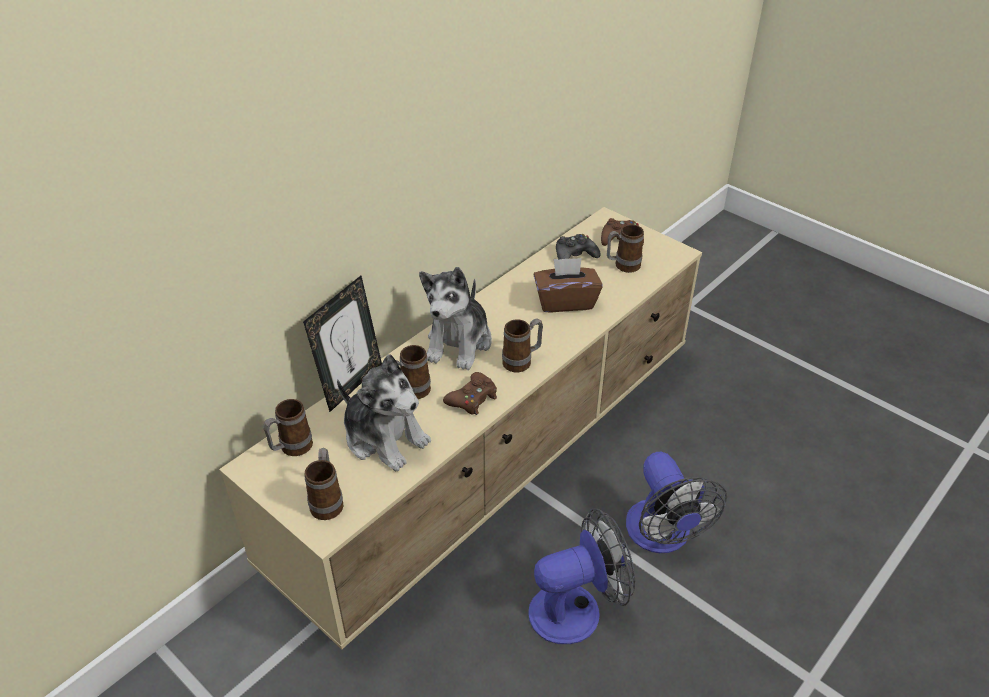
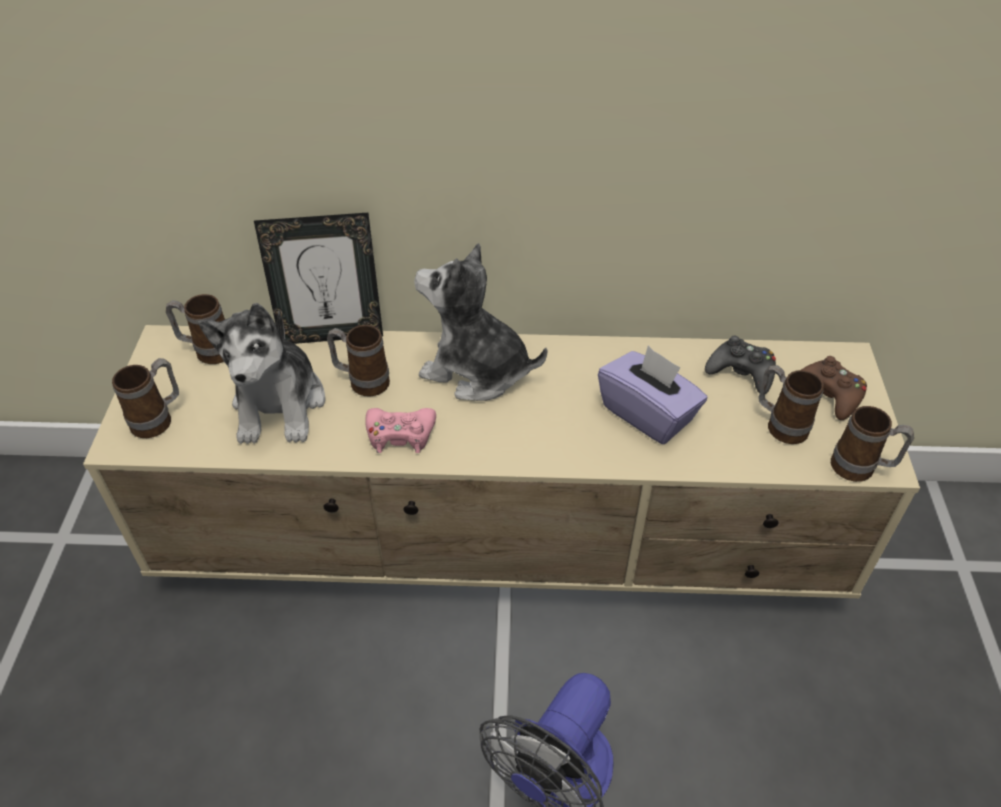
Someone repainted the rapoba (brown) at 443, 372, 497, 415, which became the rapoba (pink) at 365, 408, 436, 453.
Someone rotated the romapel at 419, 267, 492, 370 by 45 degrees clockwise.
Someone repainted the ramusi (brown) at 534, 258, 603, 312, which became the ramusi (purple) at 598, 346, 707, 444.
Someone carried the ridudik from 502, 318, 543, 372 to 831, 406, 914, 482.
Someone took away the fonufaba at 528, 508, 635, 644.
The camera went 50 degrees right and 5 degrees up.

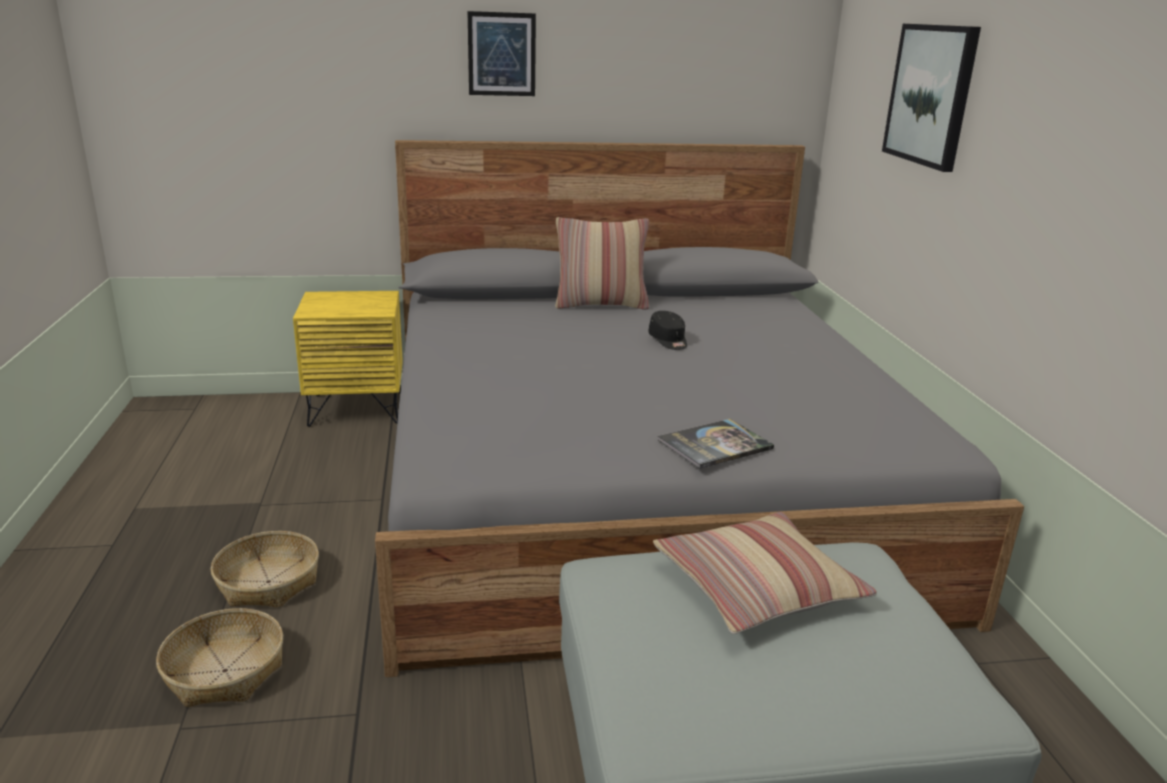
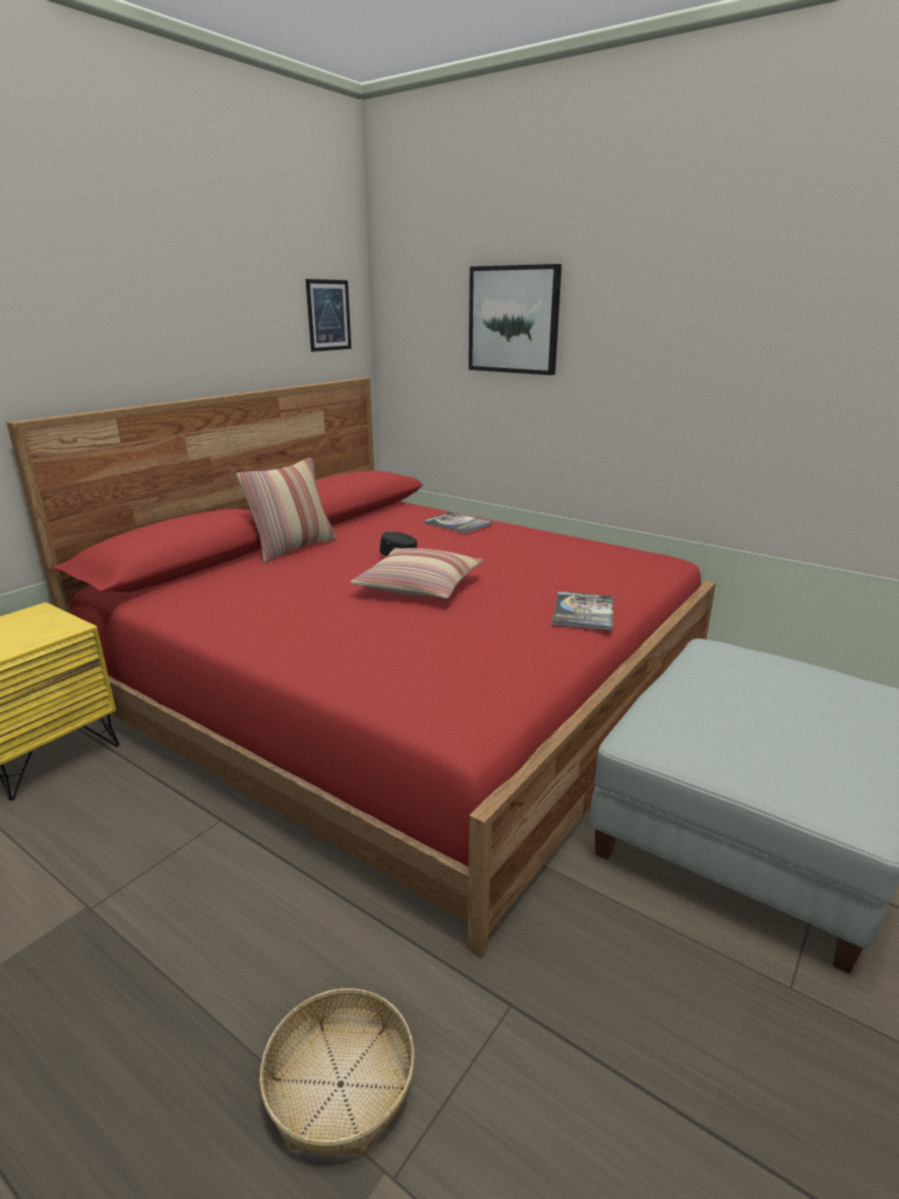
Someone repainted the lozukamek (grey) at 375, 140, 1024, 677, which became the lozukamek (red) at 6, 378, 716, 958.
Someone carried the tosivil from 467, 11, 536, 96 to 306, 279, 351, 352.
Someone carried the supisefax from 653, 512, 877, 634 to 350, 548, 483, 599.
Someone put down the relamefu at 424, 512, 493, 534.
Someone took away the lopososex at 211, 531, 319, 608.
The camera went 45 degrees left and 0 degrees up.

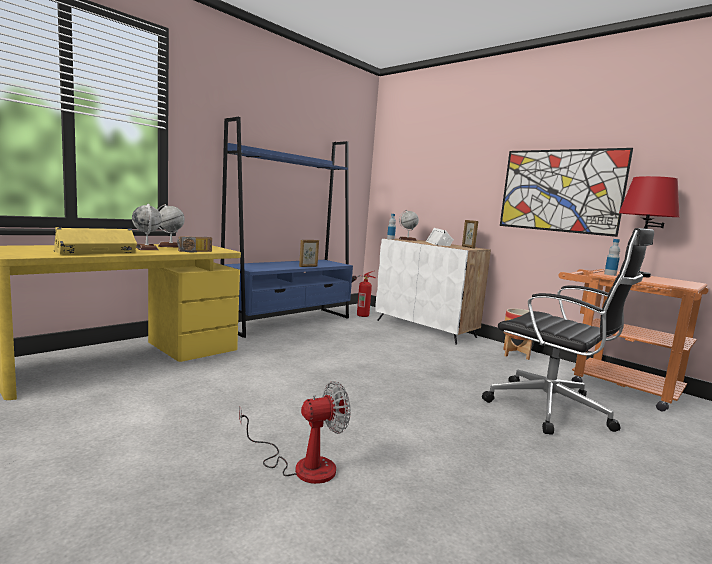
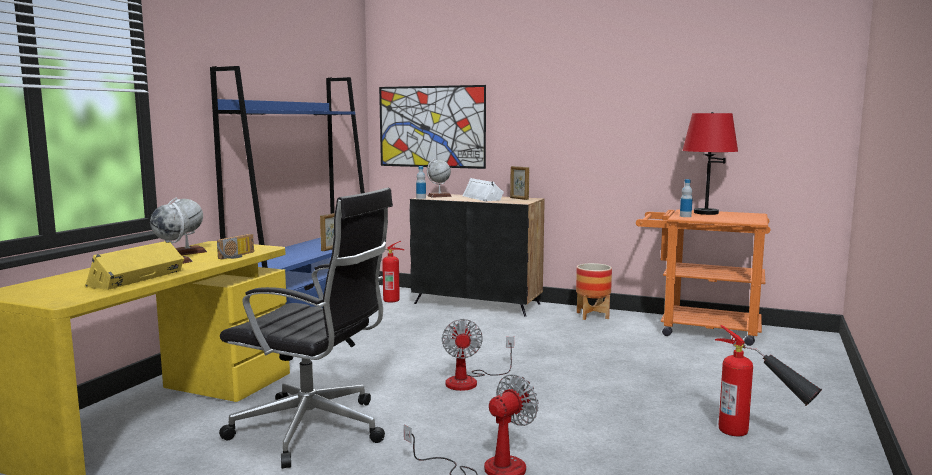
Someone carried the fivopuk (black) from 482, 228, 654, 435 to 219, 188, 393, 469.
Someone carried the tosivil from 500, 148, 633, 237 to 379, 85, 486, 169.
Someone repainted the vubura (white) at 376, 239, 491, 345, which became the vubura (black) at 410, 194, 545, 317.
Someone put down the fonufaba at 442, 319, 514, 391.
Someone put down the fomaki at 715, 325, 822, 436.
The camera went 20 degrees left and 0 degrees up.

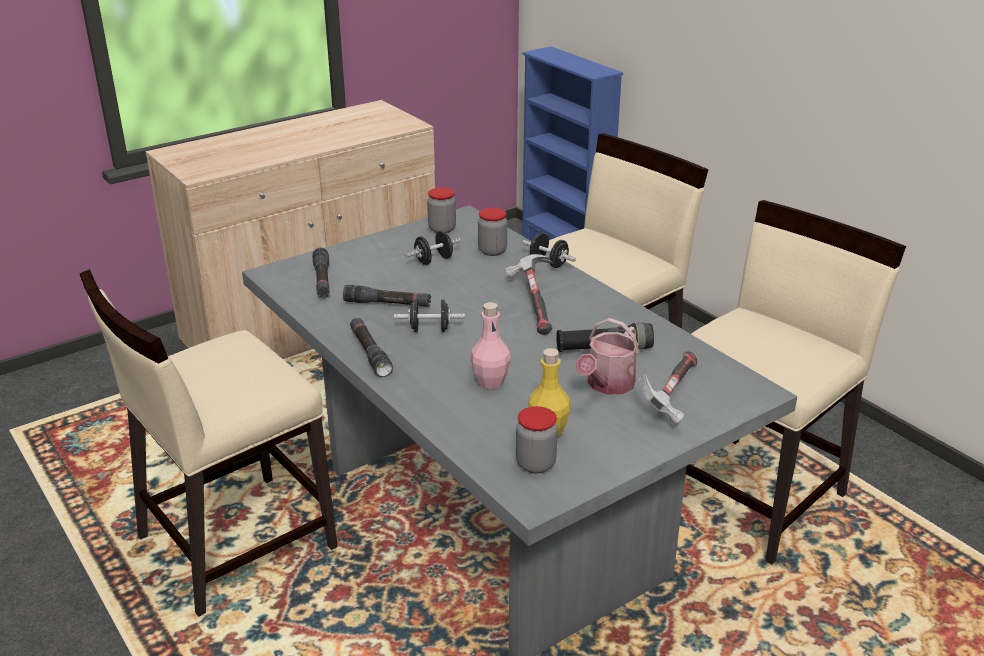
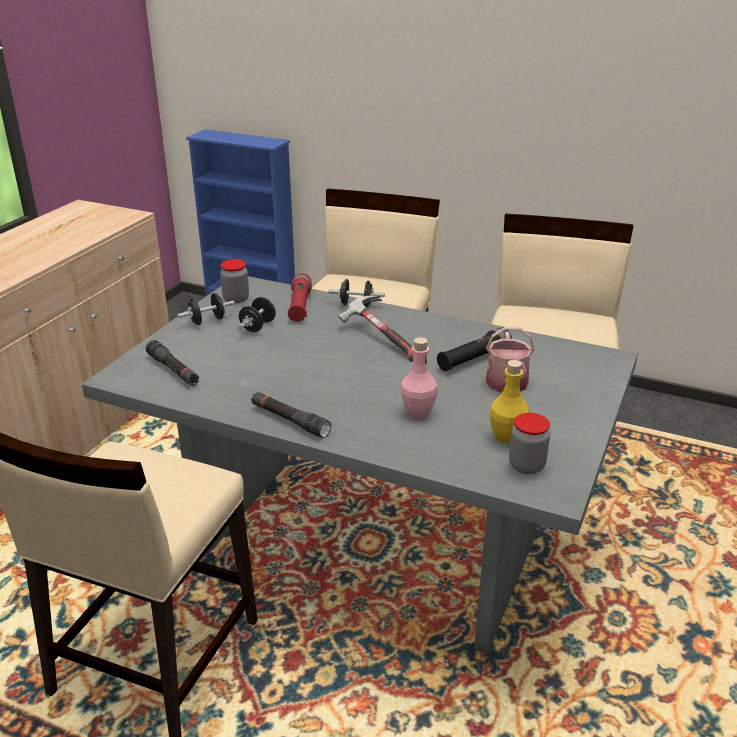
Someone carried the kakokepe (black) from 394, 300, 465, 332 to 177, 293, 235, 325.
Someone swapped the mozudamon at 478, 208, 507, 256 for the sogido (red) at 288, 273, 312, 322.
Someone took away the sogido (black) at 343, 285, 431, 307.
Someone took away the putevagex at 638, 351, 697, 425.
The camera went 30 degrees left and 0 degrees up.

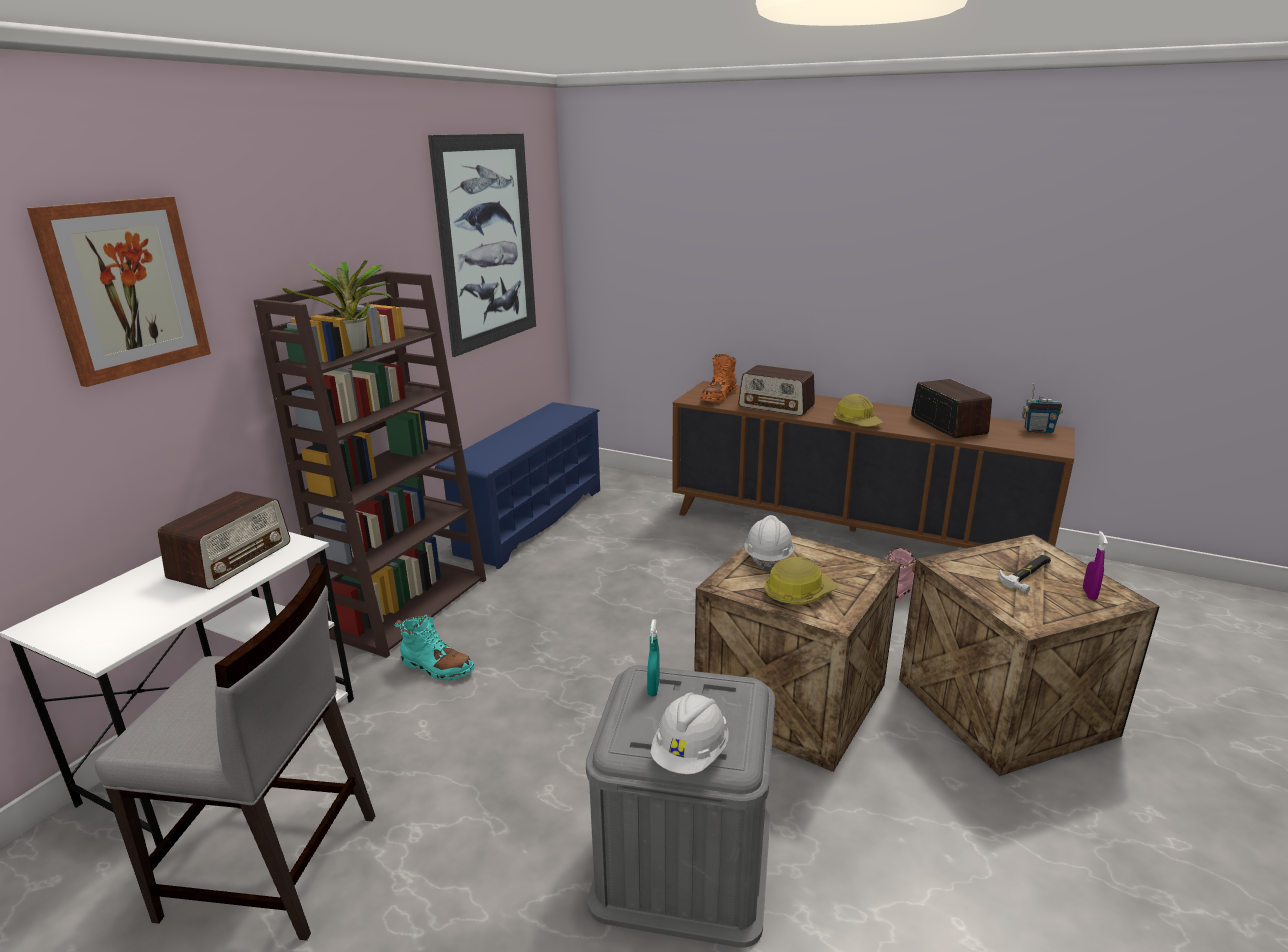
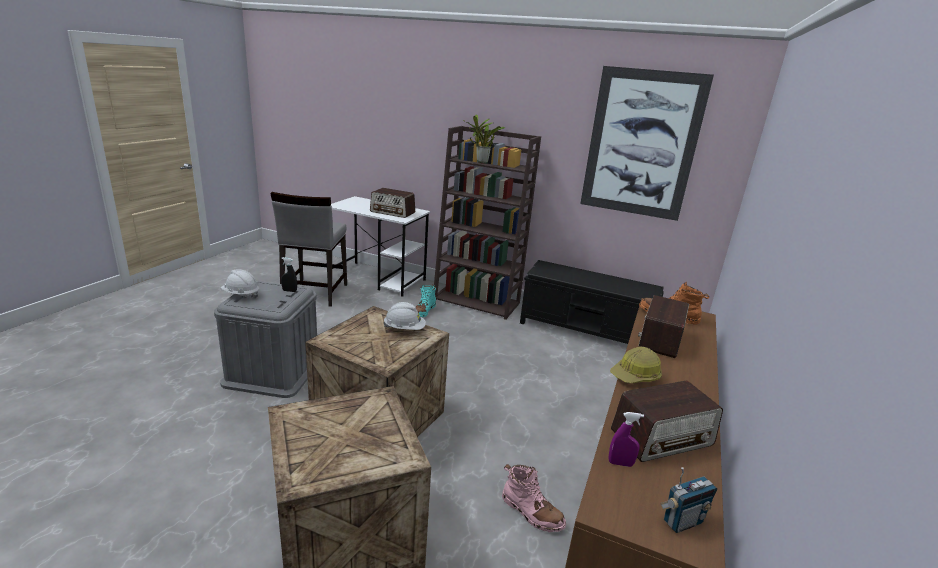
Someone repainted the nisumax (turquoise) at 647, 619, 660, 696, which became the nisumax (black) at 281, 257, 297, 292.
Someone swapped the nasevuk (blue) at 435, 402, 600, 569 for the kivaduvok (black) at 520, 260, 664, 344.
Someone carried the nisumax (purple) from 1083, 531, 1108, 600 to 608, 412, 644, 467.
Someone rotated the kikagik at 1022, 383, 1063, 433 by 120 degrees counterclockwise.
Someone took away the tosivil at 27, 197, 211, 387.
Someone took away the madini at 764, 557, 837, 605.
Someone took away the putevagex at 999, 555, 1051, 594.
The camera went 85 degrees right and 0 degrees up.

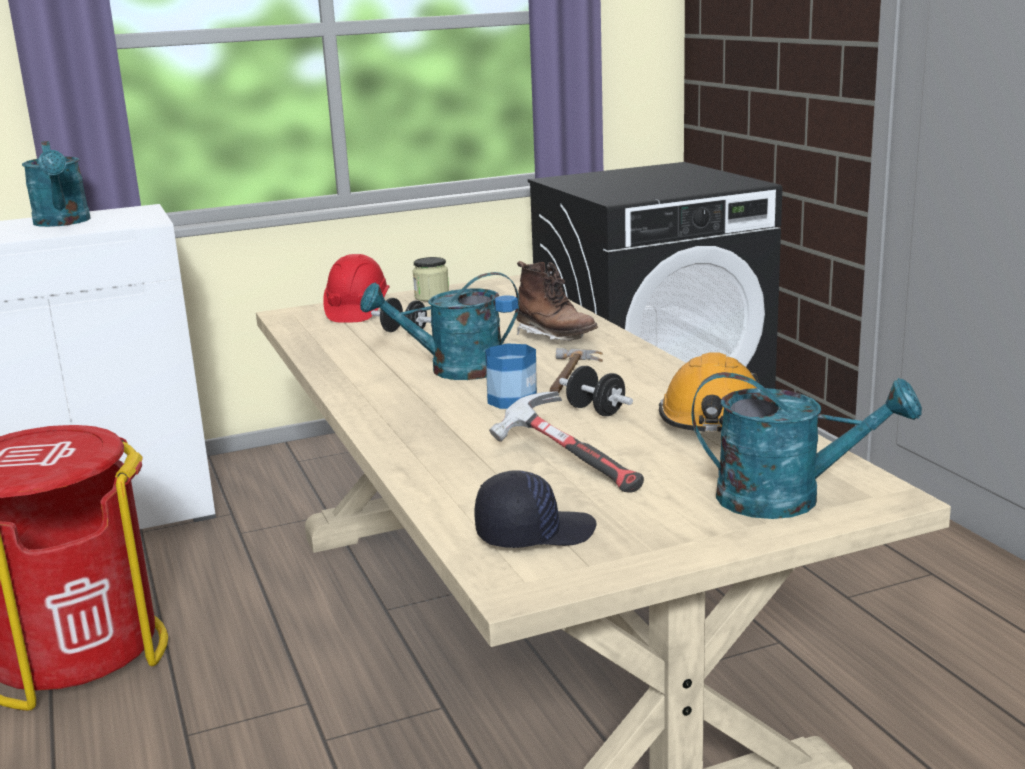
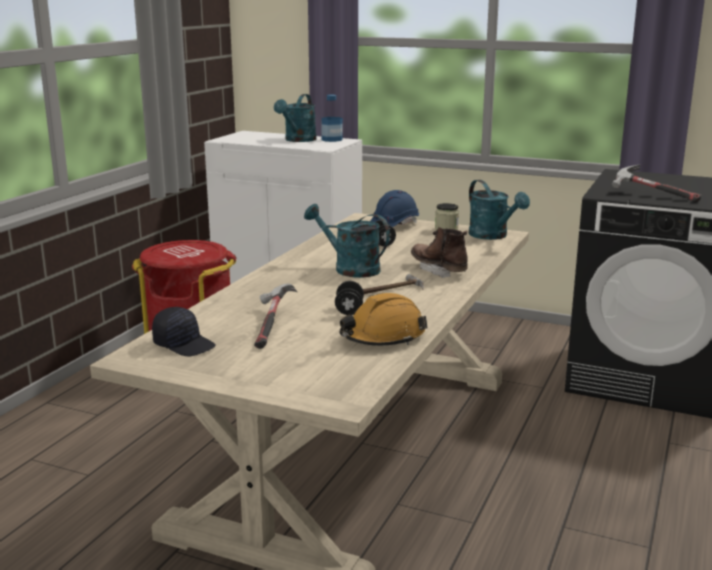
Someone carried the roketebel from 485, 295, 537, 409 to 322, 95, 343, 142.
Someone repainted the madini (red) at 323, 254, 390, 323, which became the madini (blue) at 371, 190, 419, 227.
Someone rotated the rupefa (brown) at 516, 261, 598, 341 by 135 degrees clockwise.
Someone carried the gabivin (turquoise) from 691, 372, 922, 519 to 468, 180, 530, 240.
Someone put down the putevagex at 611, 165, 701, 202.
The camera went 45 degrees right and 0 degrees up.

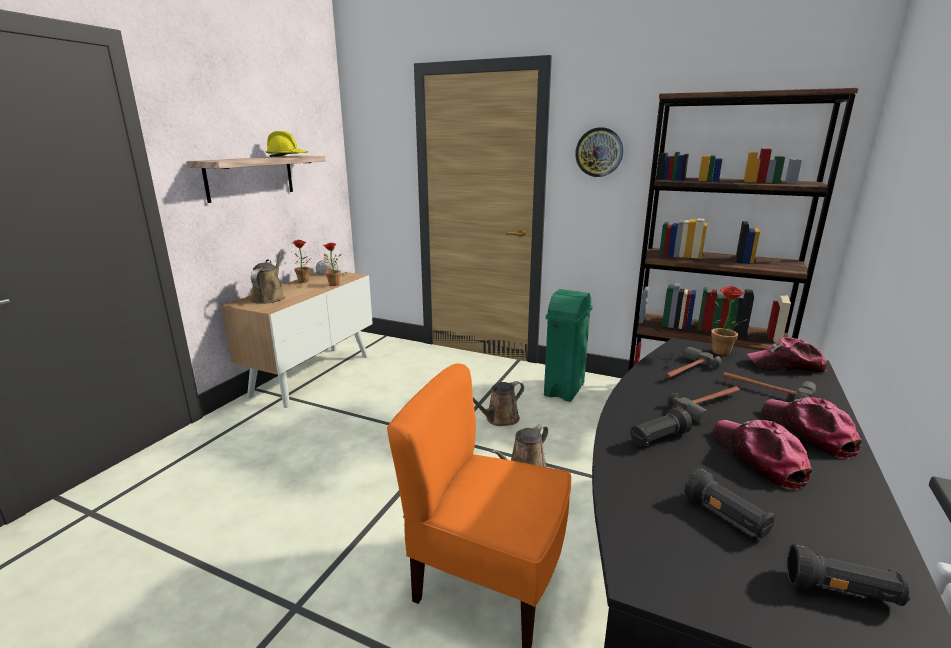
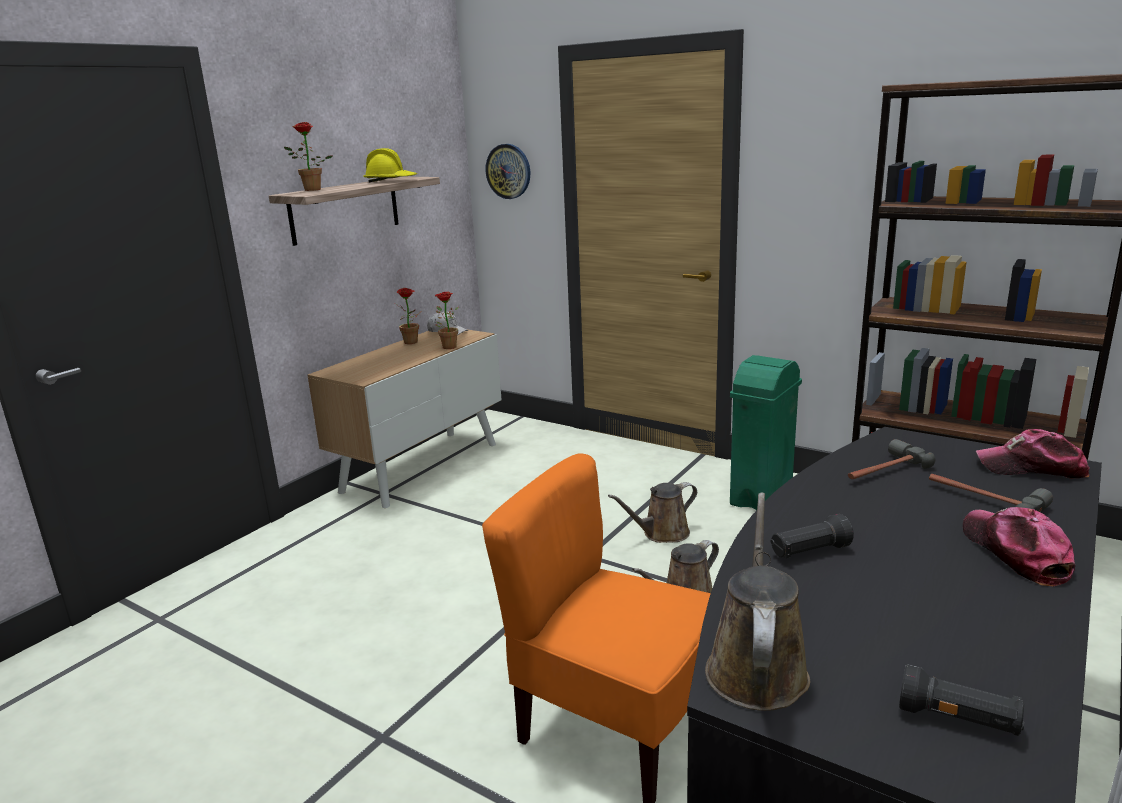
Someone carried the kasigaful from 711, 286, 749, 356 to 284, 122, 332, 191.
Someone carried the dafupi from 575, 127, 624, 177 to 486, 144, 530, 199.
Someone carried the gabivin (brown) from 251, 249, 285, 304 to 705, 493, 810, 711.
Someone took away the putevagex at 667, 386, 740, 423.
Someone took away the sogido (black) at 684, 469, 775, 538.
Someone took away the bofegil at 713, 420, 812, 490.
The camera went 10 degrees right and 0 degrees up.

